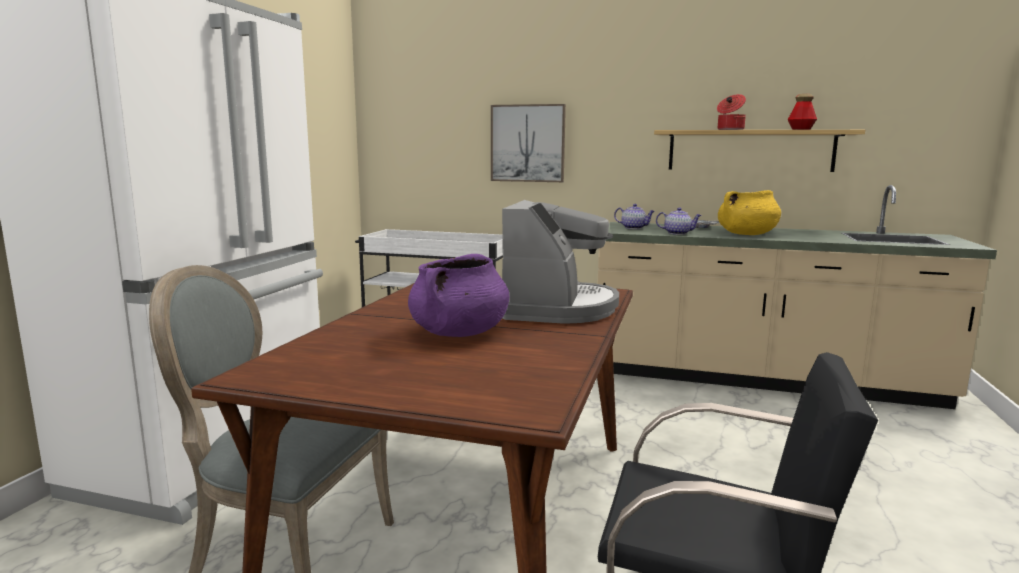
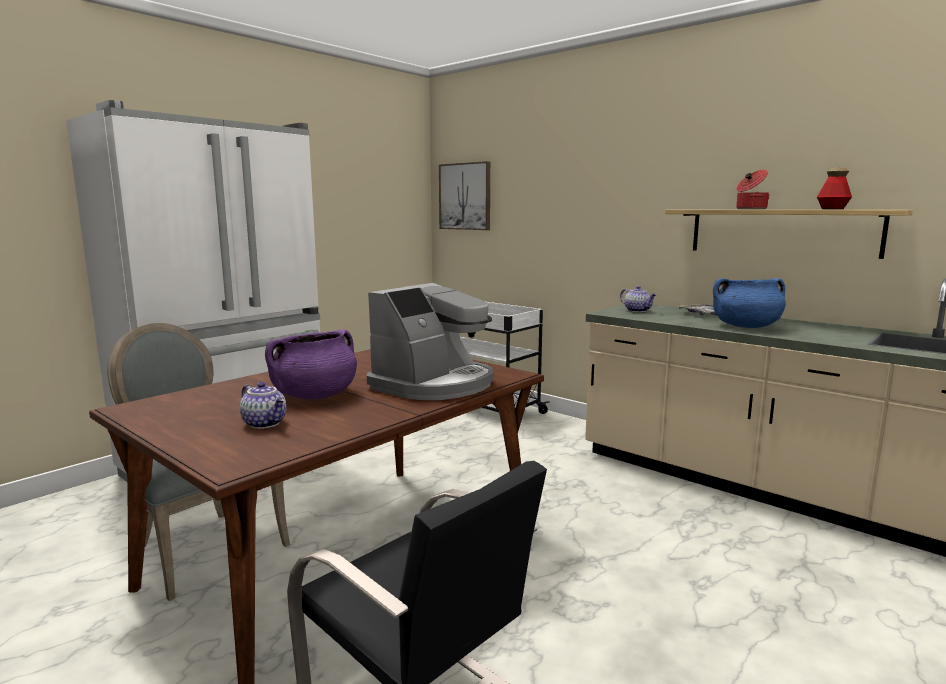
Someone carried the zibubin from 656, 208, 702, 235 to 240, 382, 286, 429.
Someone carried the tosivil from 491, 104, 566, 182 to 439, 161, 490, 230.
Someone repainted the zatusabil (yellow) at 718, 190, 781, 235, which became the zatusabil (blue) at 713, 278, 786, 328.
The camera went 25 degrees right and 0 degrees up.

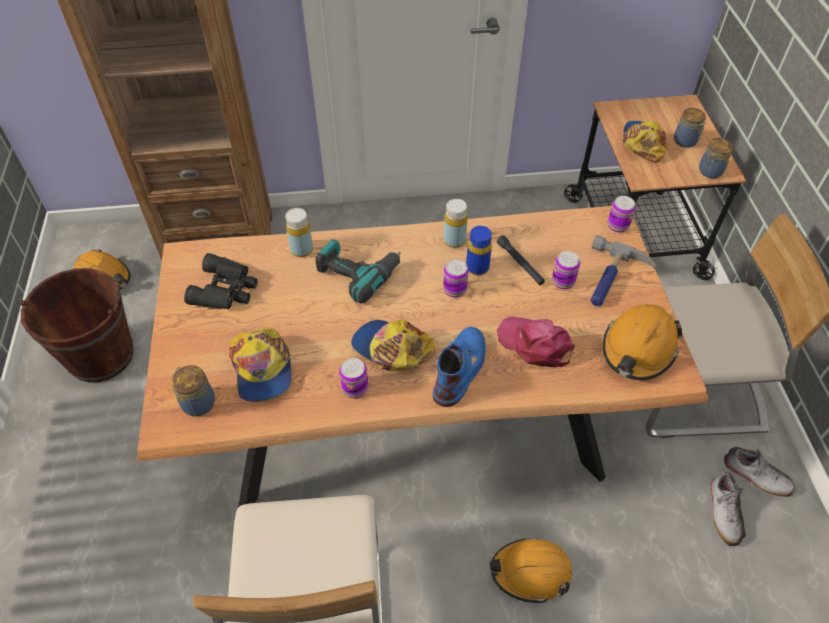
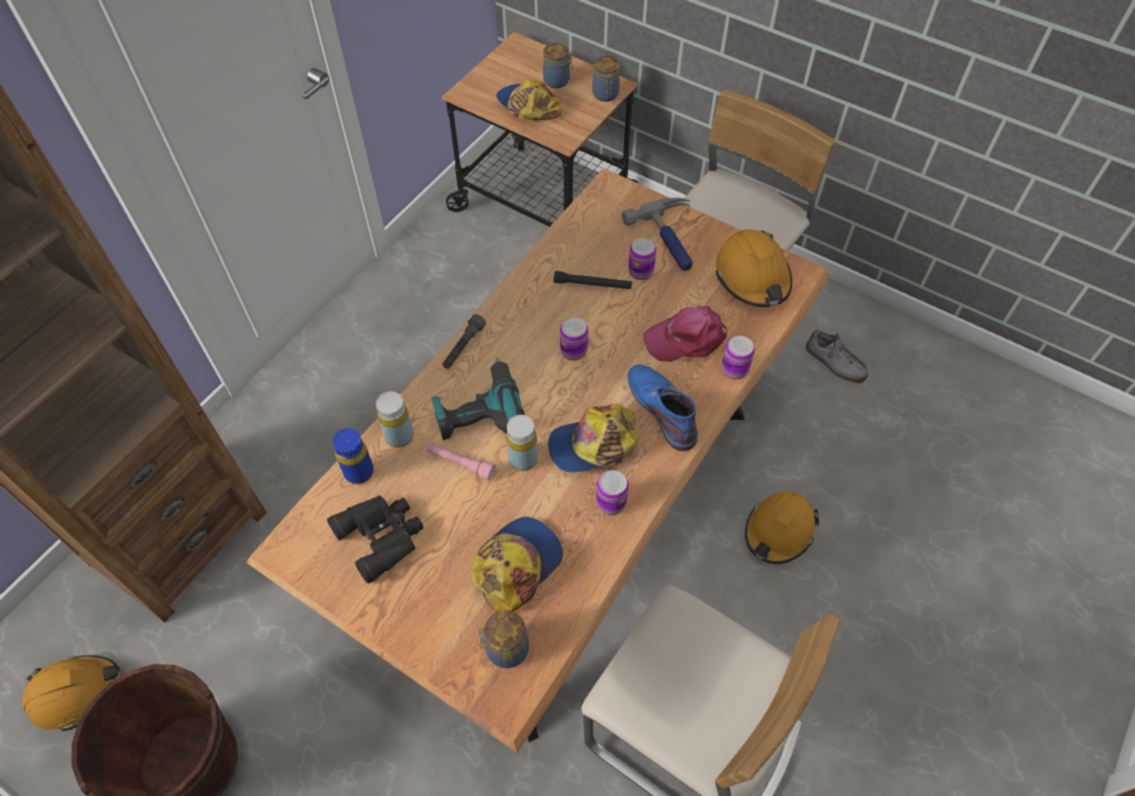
Someone carried the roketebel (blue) from 466, 226, 492, 276 to 333, 428, 374, 485.
Someone put down the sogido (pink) at 427, 443, 496, 480.
Someone put down the sogido (grey) at 443, 314, 486, 369.
Someone rotated the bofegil at 229, 328, 291, 402 by 75 degrees counterclockwise.
Someone carried the roketebel (yellow) from 443, 199, 468, 248 to 506, 415, 538, 471.
Someone carried the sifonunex from 607, 196, 636, 233 to 721, 336, 755, 379.
Someone took away the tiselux at 724, 446, 795, 497.
The camera went 50 degrees left and 5 degrees up.

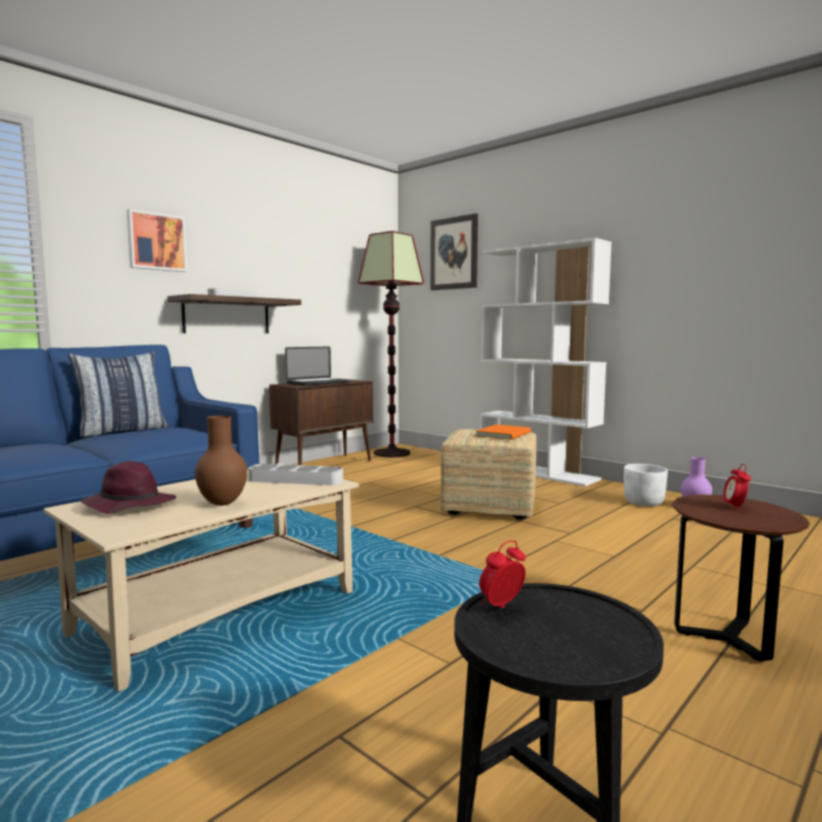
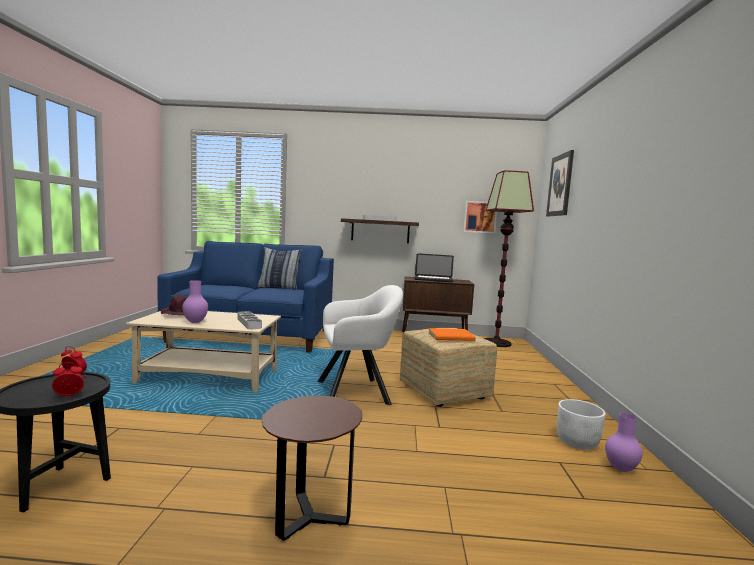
Someone carried the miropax from 723, 464, 751, 509 to 52, 362, 84, 397.
Someone repainted the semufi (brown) at 195, 415, 247, 506, which became the semufi (purple) at 182, 280, 208, 323.
Someone put down the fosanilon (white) at 317, 285, 403, 405.
Someone carried the tosivil from 126, 209, 187, 272 to 463, 201, 497, 233.
Someone took away the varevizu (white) at 480, 238, 612, 486.
The camera went 50 degrees right and 0 degrees up.

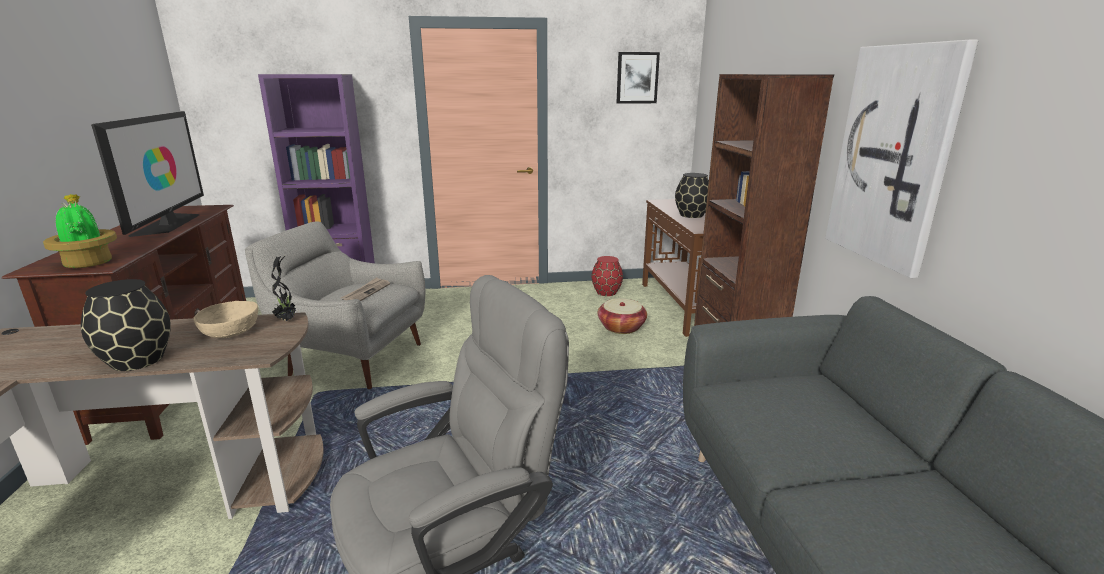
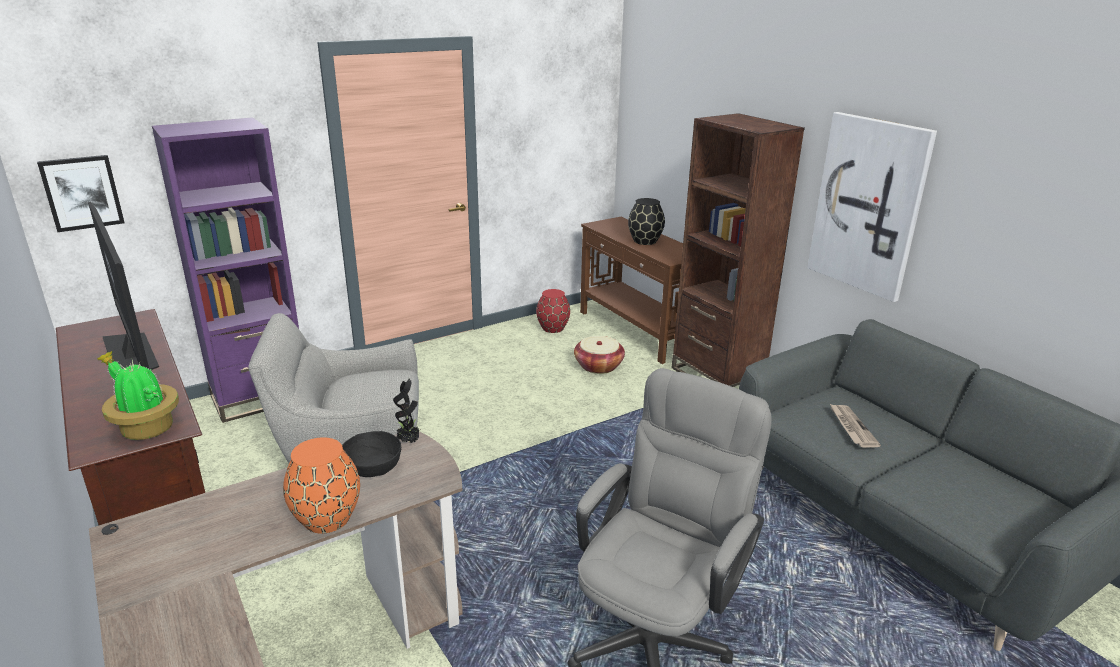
Someone carried the tosivil from 617, 52, 660, 104 to 37, 155, 125, 232.
Someone repainted the semufi (black) at 81, 279, 171, 371, which became the semufi (orange) at 283, 437, 360, 534.
Someone repainted the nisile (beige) at 193, 301, 258, 338, which became the nisile (black) at 342, 431, 401, 477.
Someone carried the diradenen from 341, 277, 390, 301 to 829, 403, 881, 448.
The camera went 25 degrees left and 5 degrees up.

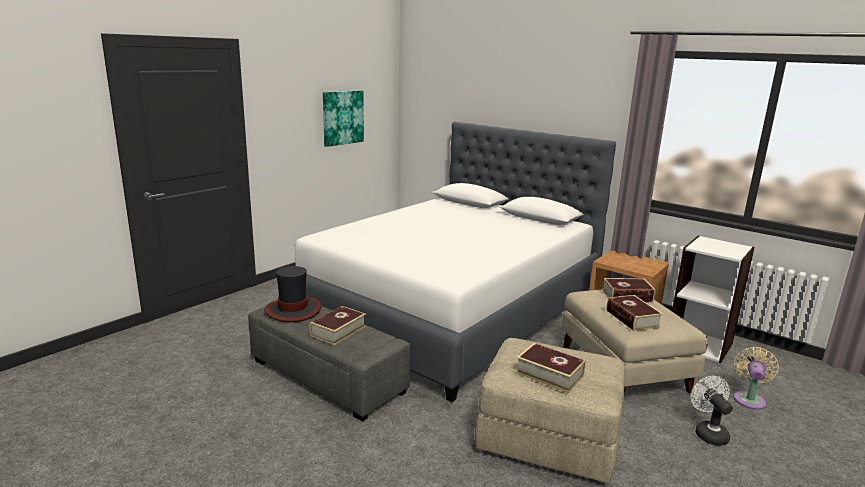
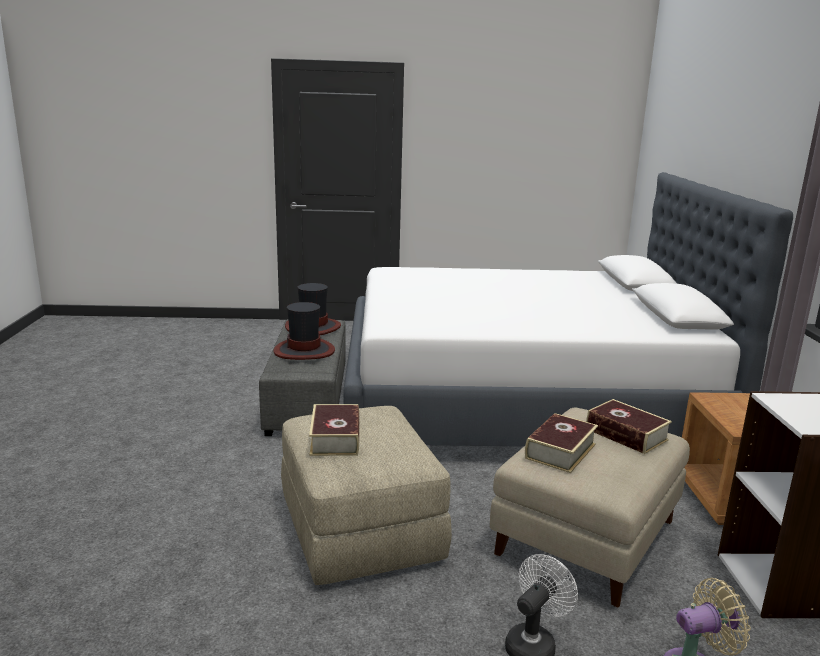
Someone swapped the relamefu at 310, 306, 366, 345 for the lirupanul at 273, 302, 335, 360.
Someone took away the tosivil at 323, 90, 364, 147.
The camera went 50 degrees right and 0 degrees up.

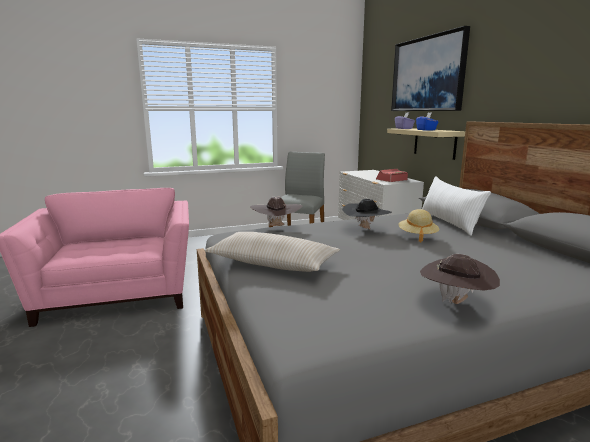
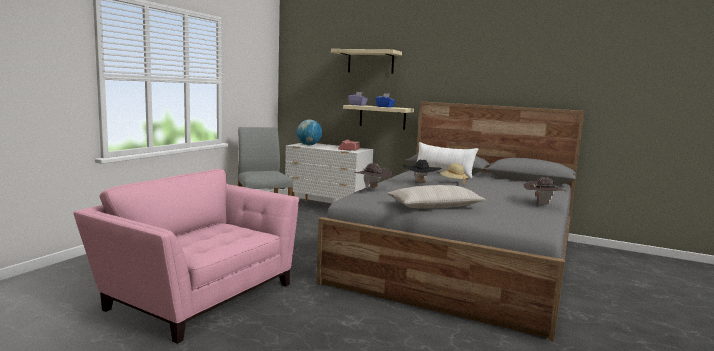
Someone put down the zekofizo at 297, 120, 322, 145.
Someone swapped the tosivil at 391, 26, 470, 111 for the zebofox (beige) at 331, 49, 402, 74.
The camera went 45 degrees left and 5 degrees down.

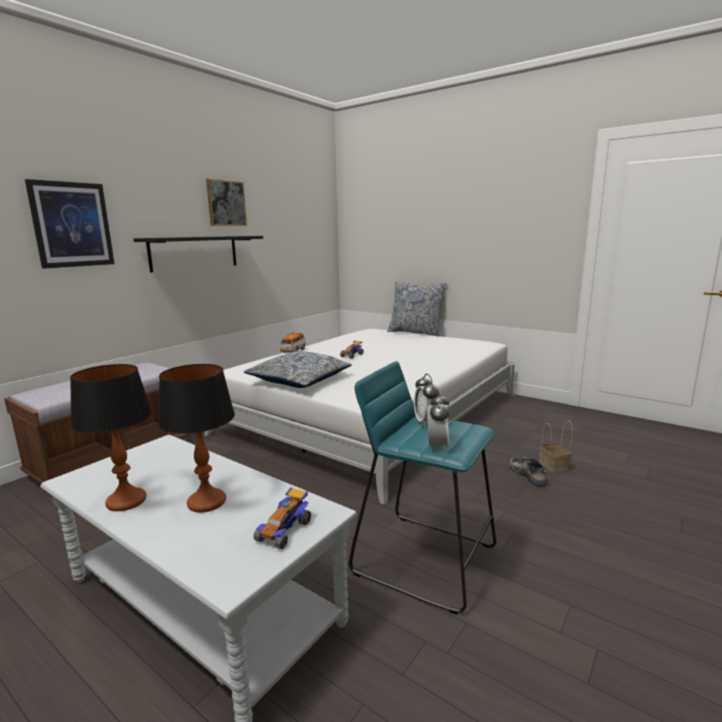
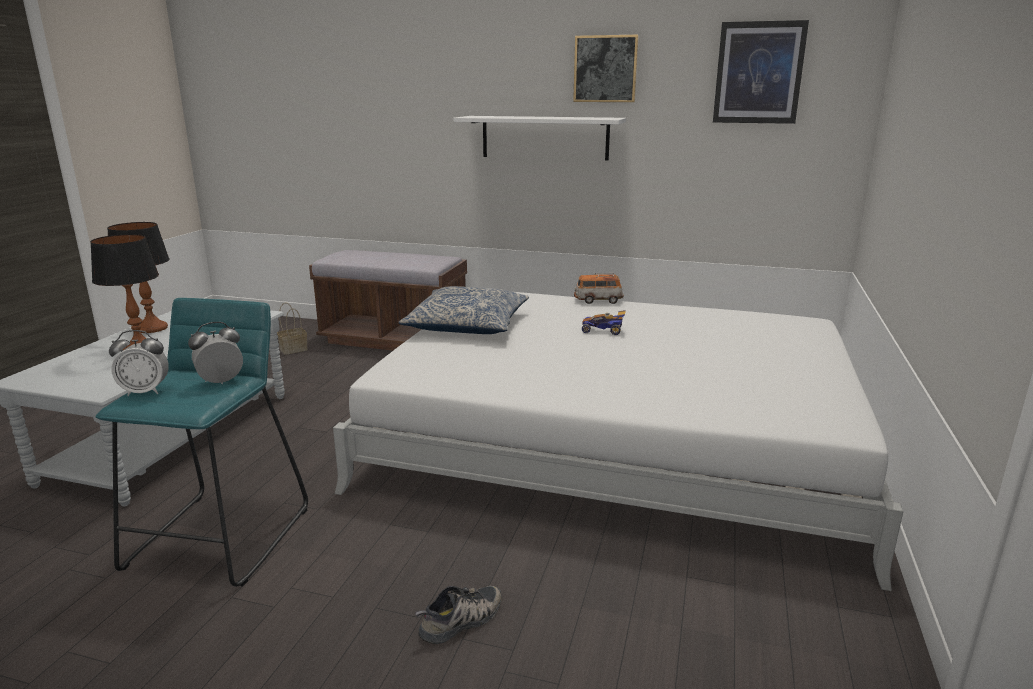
Someone carried the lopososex from 539, 420, 573, 473 to 277, 303, 308, 355.
Someone repainted the zebofox (black) at 134, 236, 263, 272, which became the zebofox (white) at 453, 116, 626, 161.
Someone carried the tosivil from 25, 179, 114, 269 to 713, 20, 809, 124.
Someone took away the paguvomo at 254, 487, 311, 549.
Someone took away the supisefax at 387, 281, 446, 337.
The camera went 70 degrees right and 5 degrees up.

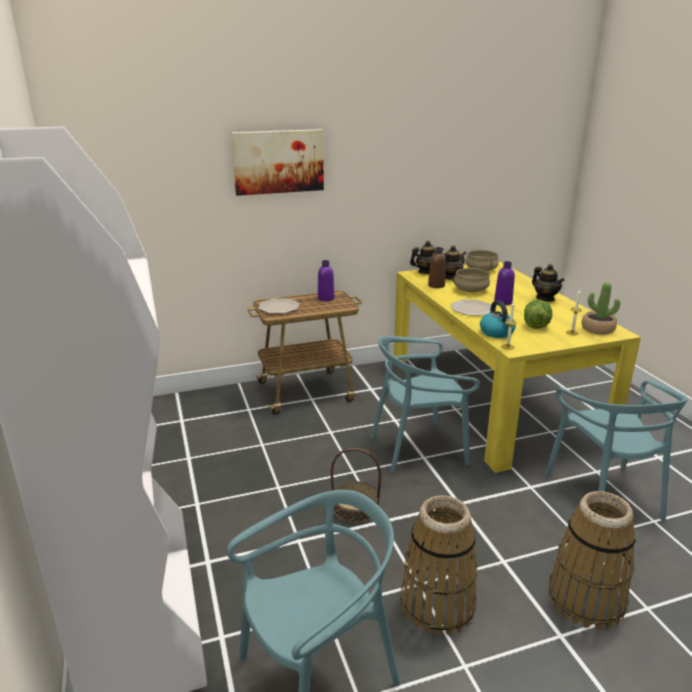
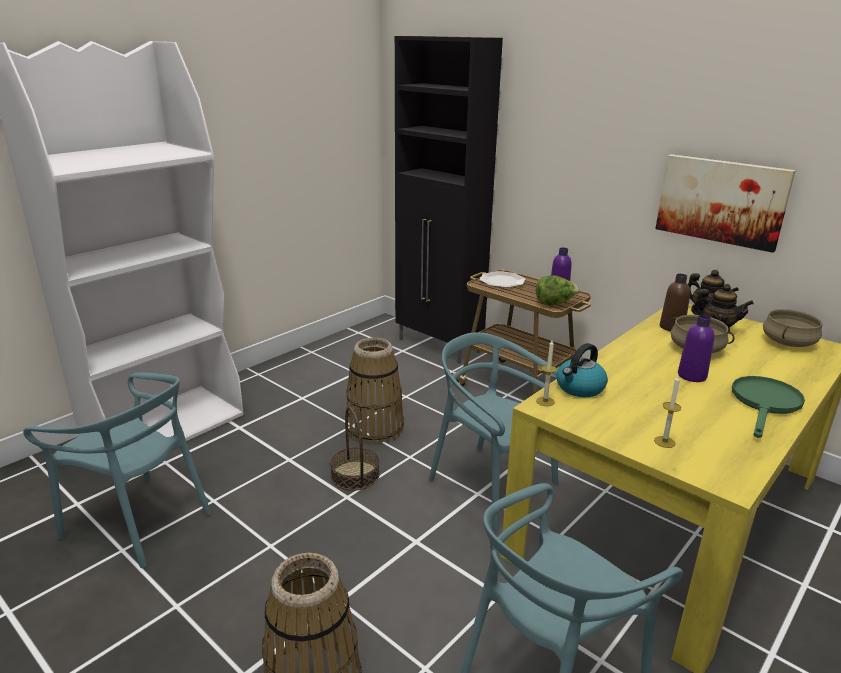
Someone carried the lopososex from 400, 496, 477, 635 to 346, 338, 404, 445.
Someone put down the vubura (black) at 395, 36, 503, 364.
Someone carried the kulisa from 524, 300, 552, 329 to 536, 275, 580, 306.
Someone carried the tosivil from 231, 129, 324, 196 to 655, 154, 796, 253.
Someone swapped the zibubin at 532, 264, 565, 302 for the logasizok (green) at 732, 376, 805, 438.
Someone took away the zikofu at 451, 300, 492, 316.
Someone took away the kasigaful at 581, 282, 620, 335.
The camera went 60 degrees right and 0 degrees up.

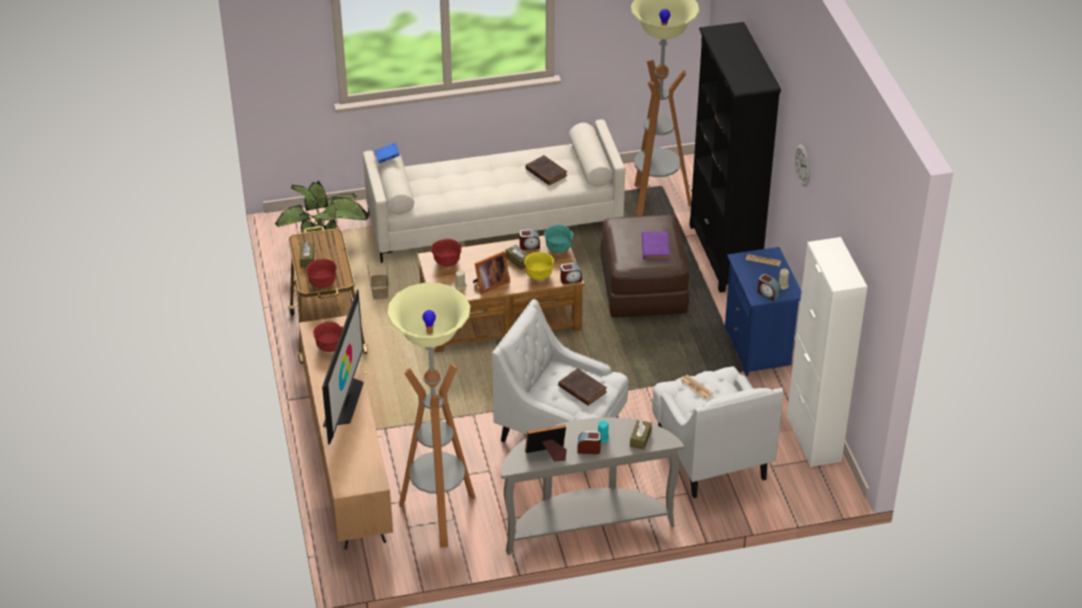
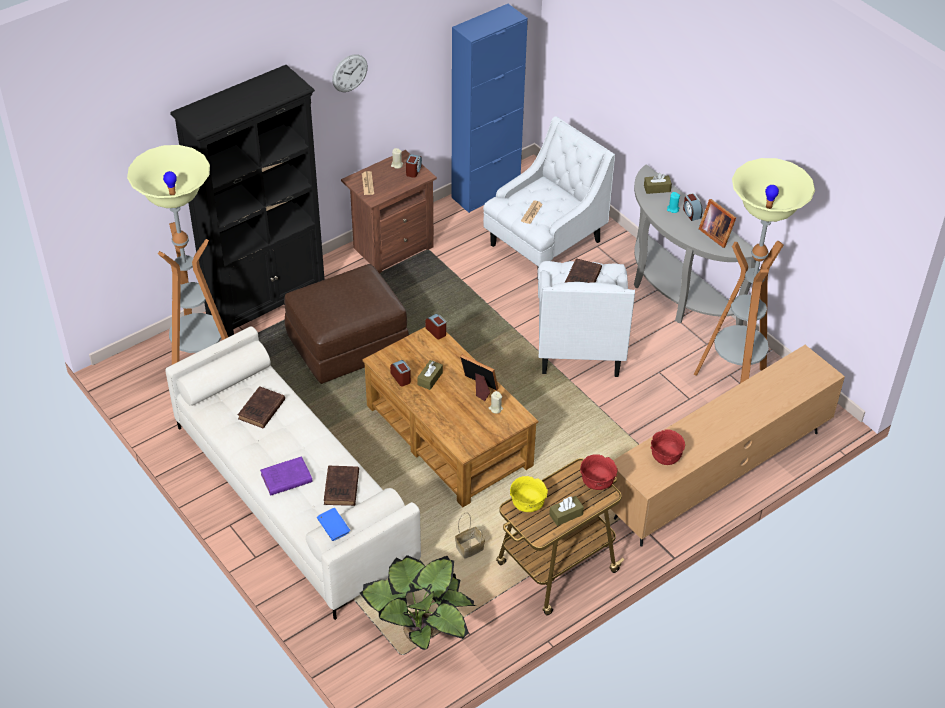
Someone carried the relamefu (purple) from 642, 232, 670, 260 to 260, 456, 313, 496.
Someone put down the relamefu (brown) at 324, 466, 359, 506.
Someone repainted the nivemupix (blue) at 725, 247, 802, 376, which became the nivemupix (brown) at 341, 150, 437, 273.
Someone repainted the vubura (white) at 787, 237, 868, 467, which became the vubura (blue) at 452, 4, 528, 213.
Someone carried the nisile (yellow) from 524, 252, 554, 280 to 510, 476, 548, 512.
Someone took away the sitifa at 322, 290, 364, 445.
Someone took away the nisile (red) at 431, 239, 462, 267.
Someone took away the nisile (turquoise) at 544, 225, 573, 253.
The camera went 115 degrees left and 5 degrees up.

